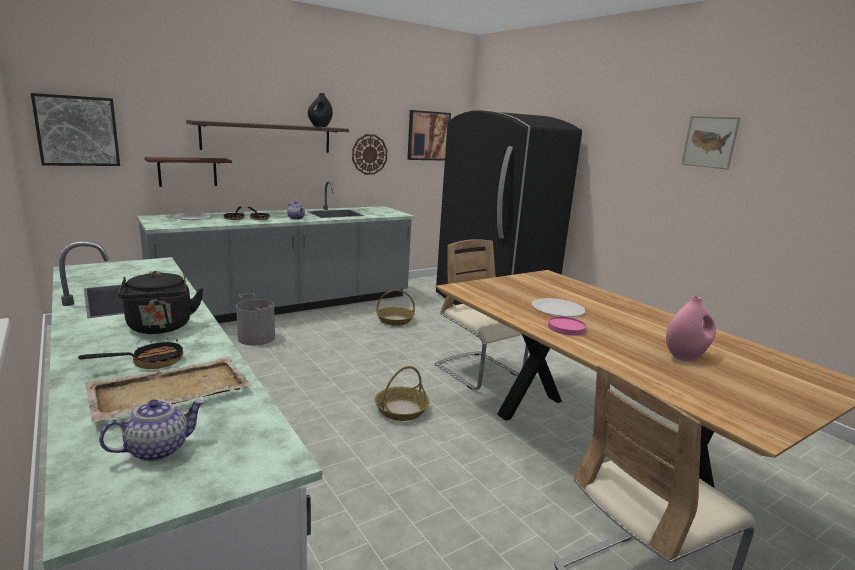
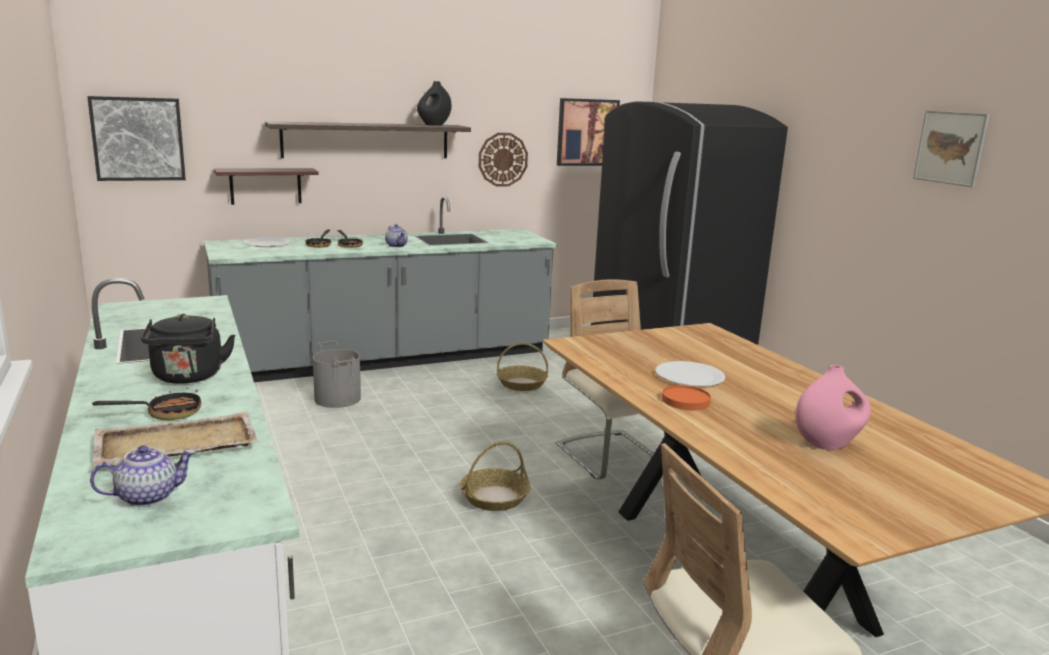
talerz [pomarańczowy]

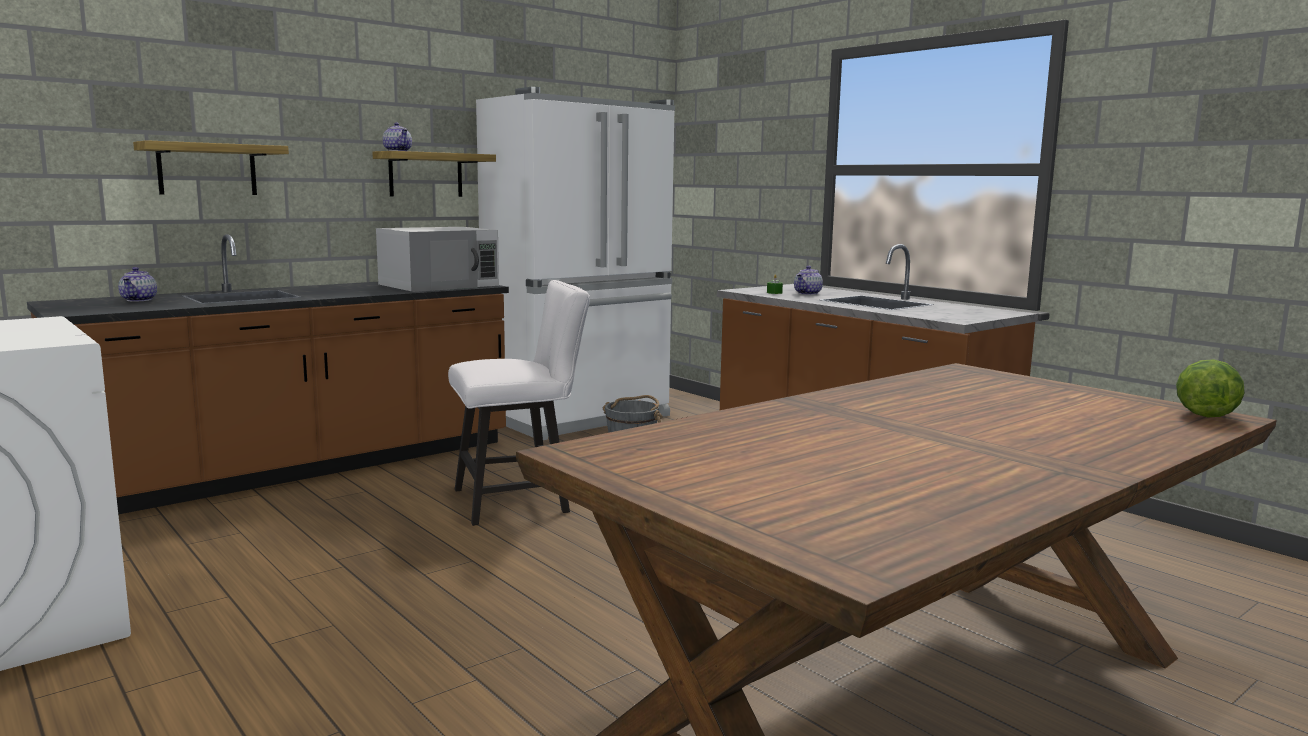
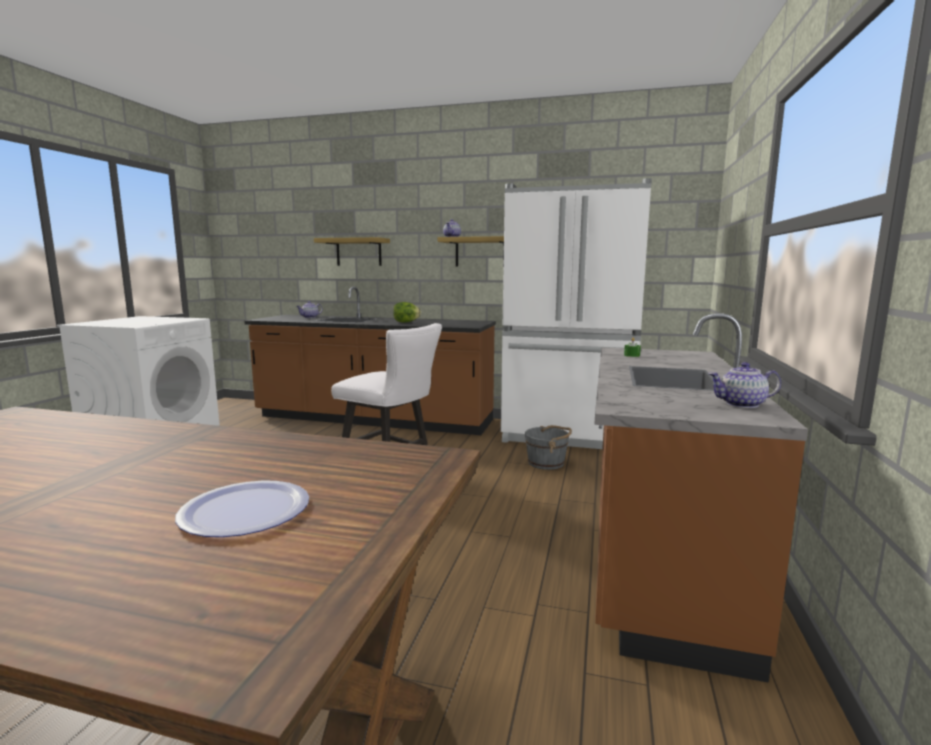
mikrofalówka [biały]; talerz; imbryk (3rd from left); sałata

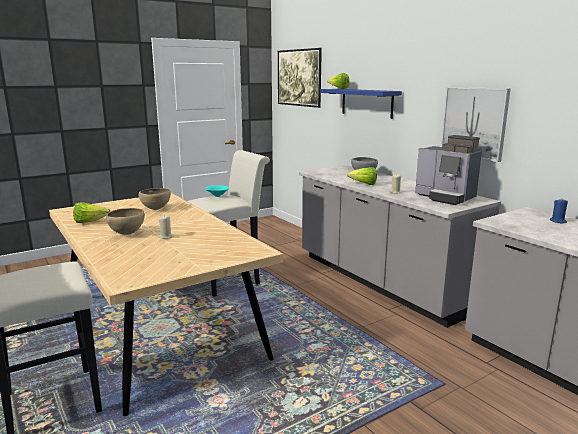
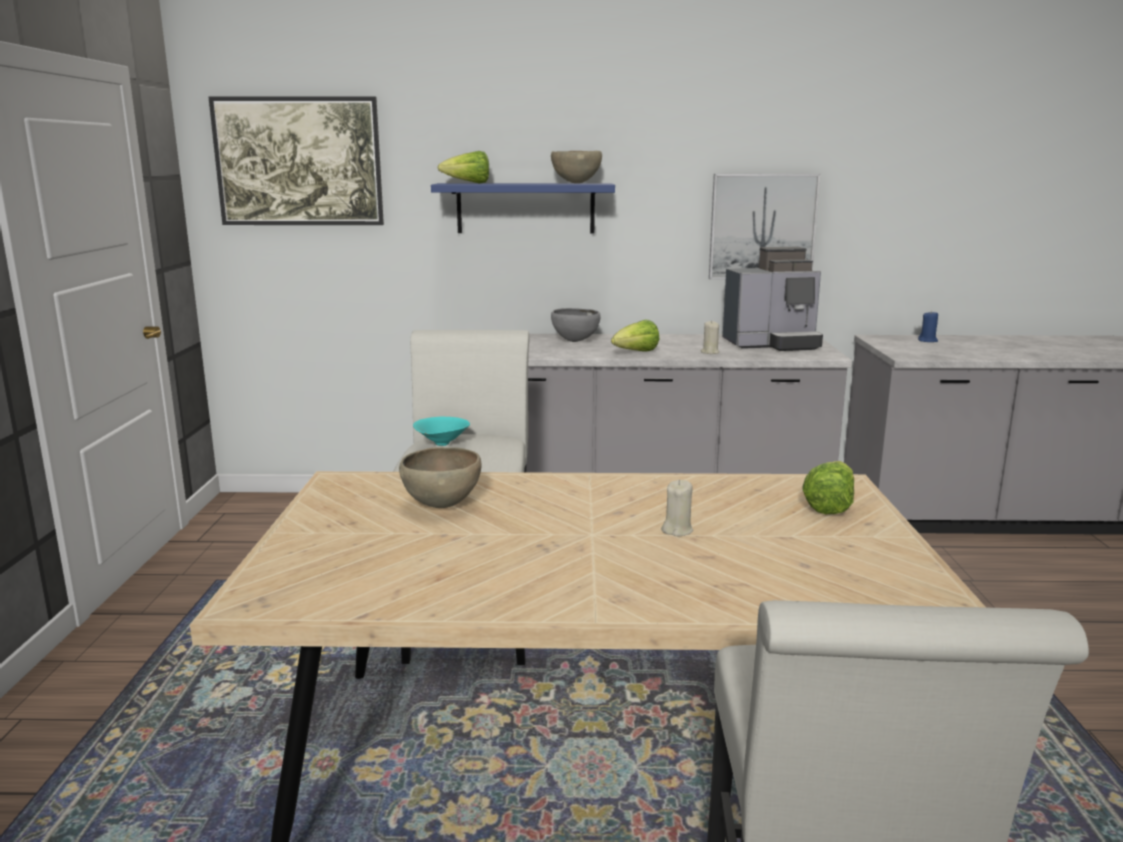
sałata (3rd from left); miska [brązowy] (2nd from left)

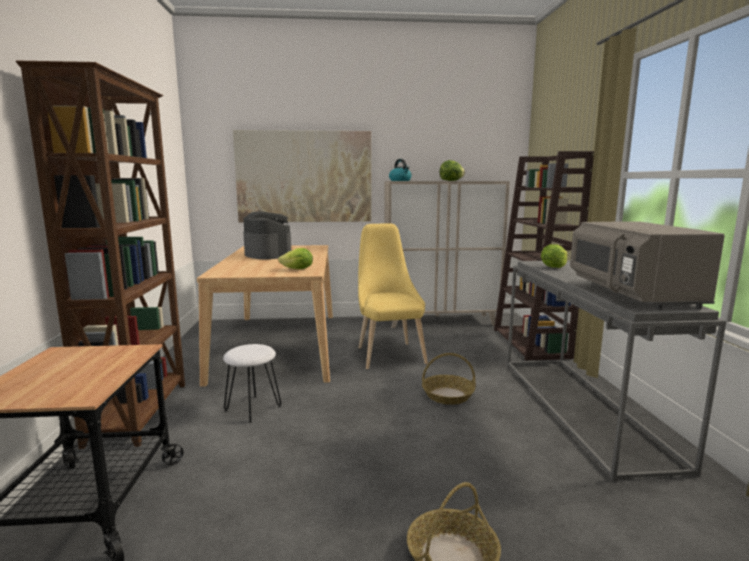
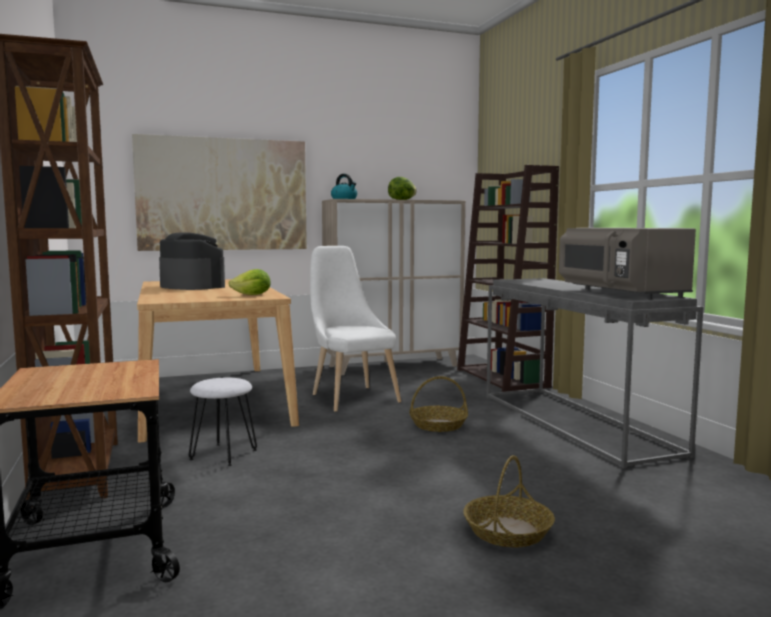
sałata (3rd from left in the first image); krzesło [biały]

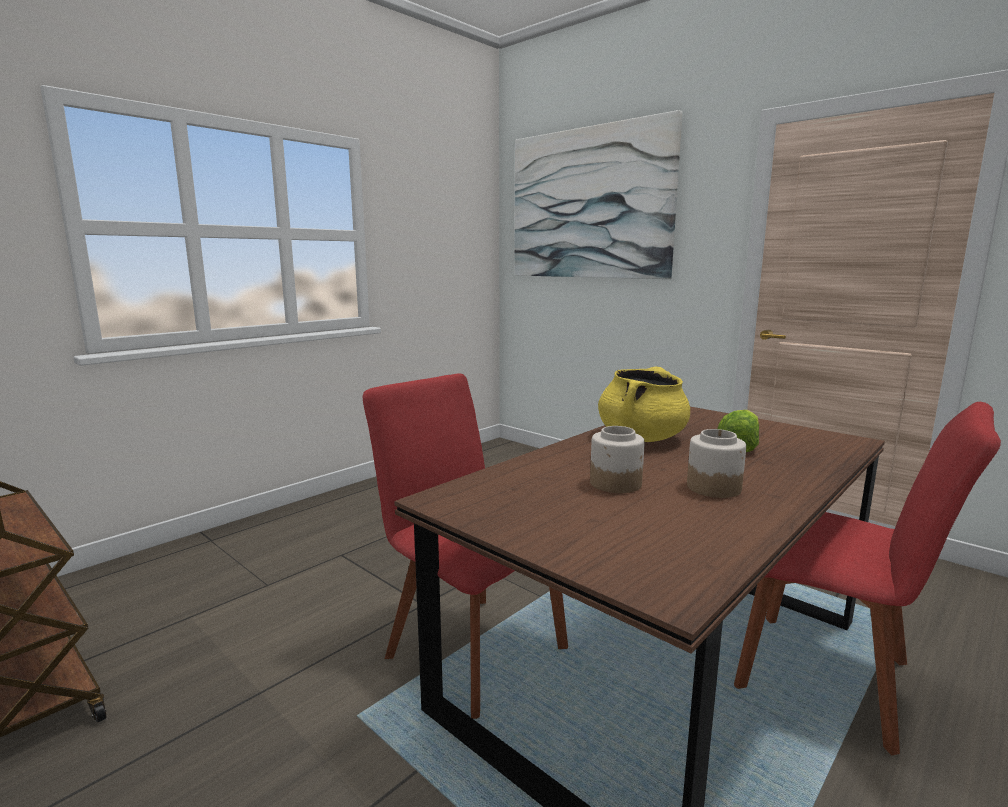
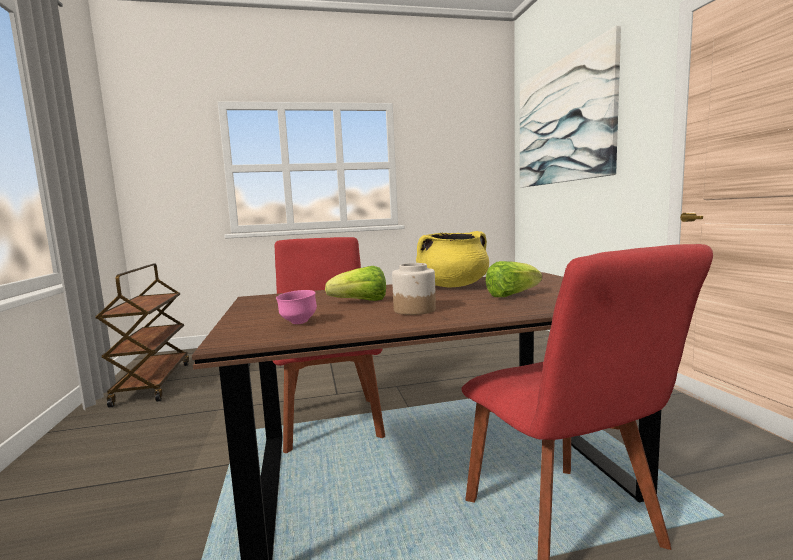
miska [różowy]; sałata (1st from left)

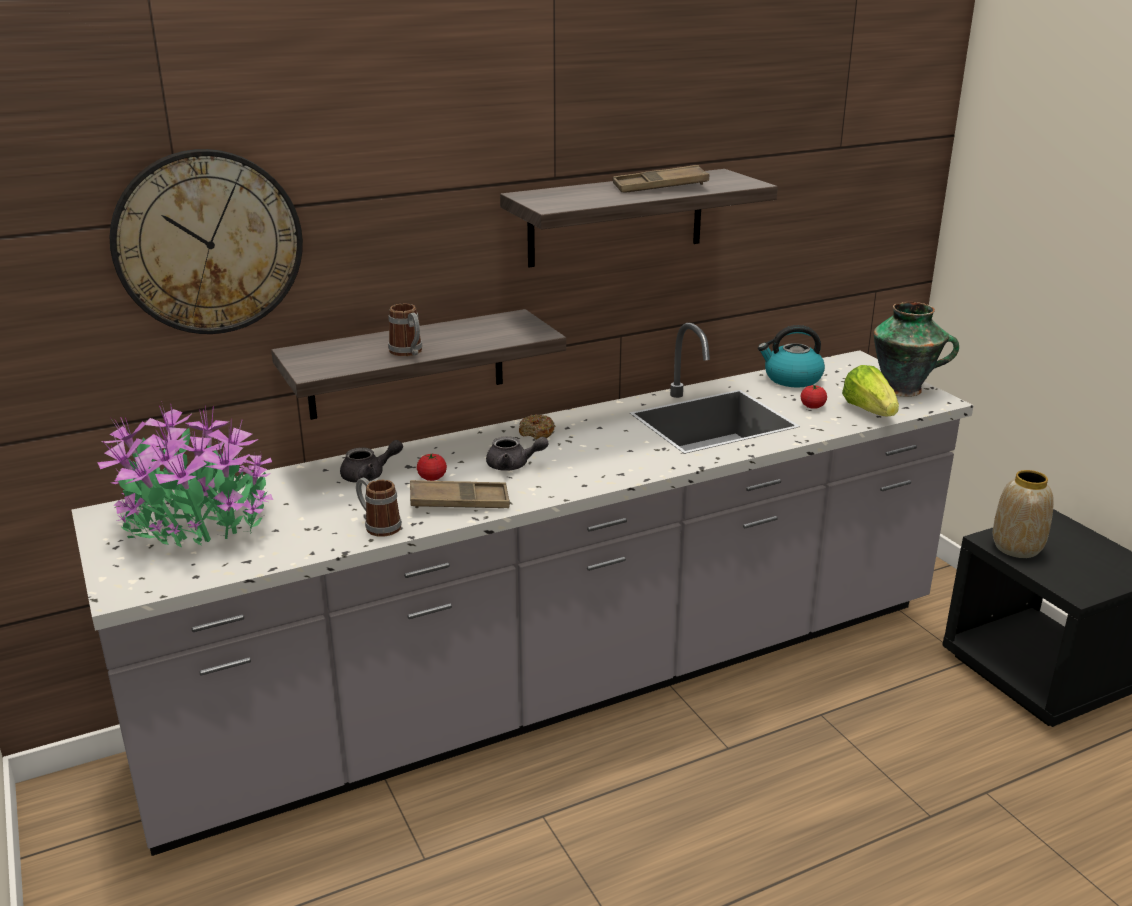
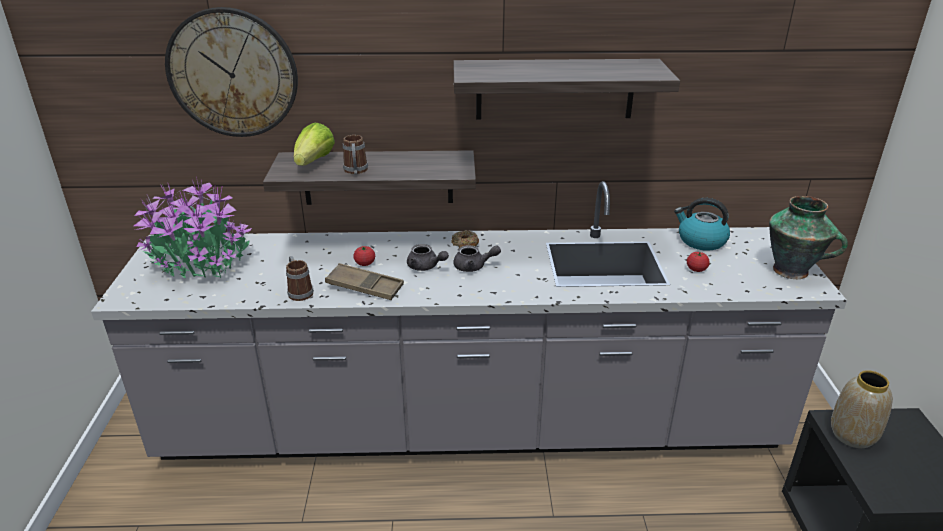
taca [brązowy] (2nd from left in the first image); imbryk [szary] (2nd from left); sałata

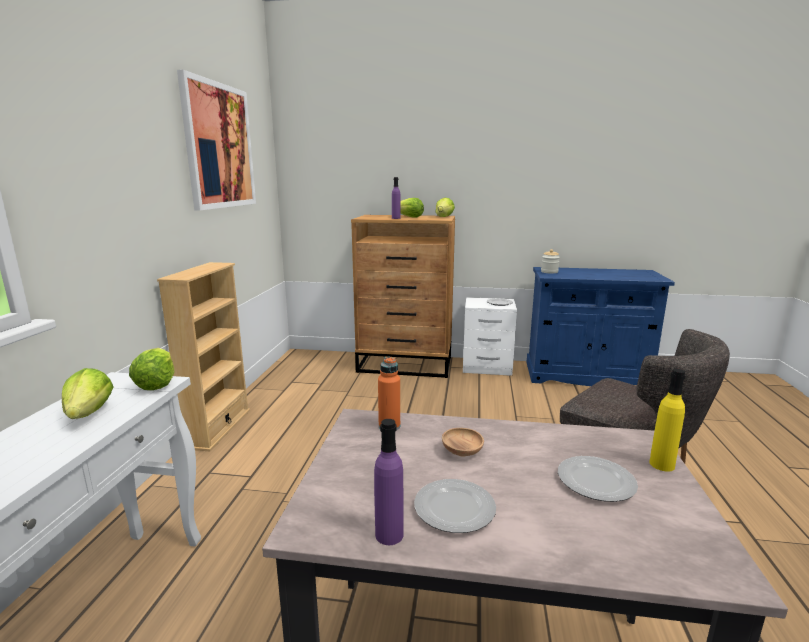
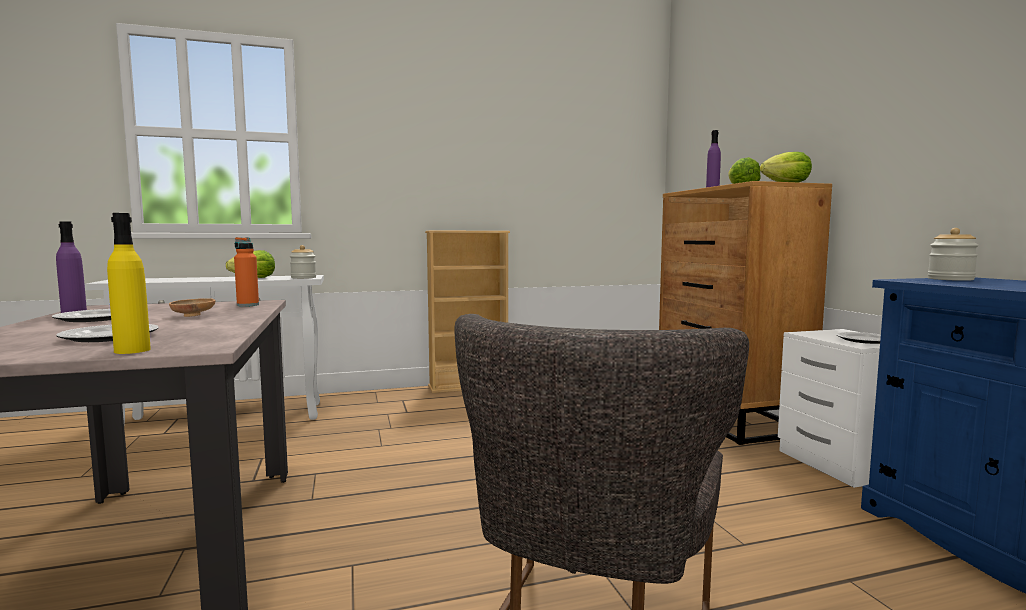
obraz; słoik (1st from left)

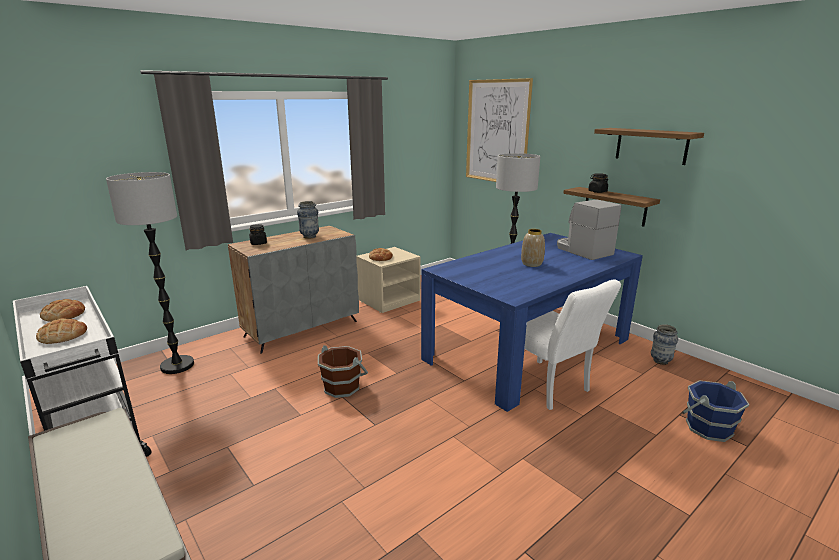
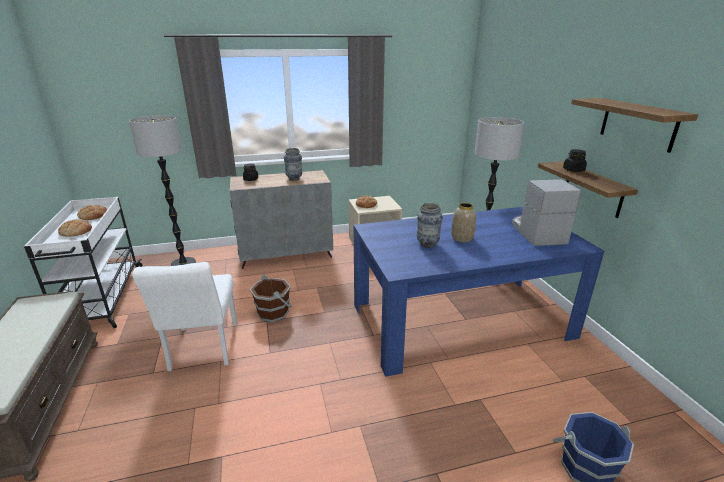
obraz; krzesło [biały]; wazon (2nd from left)

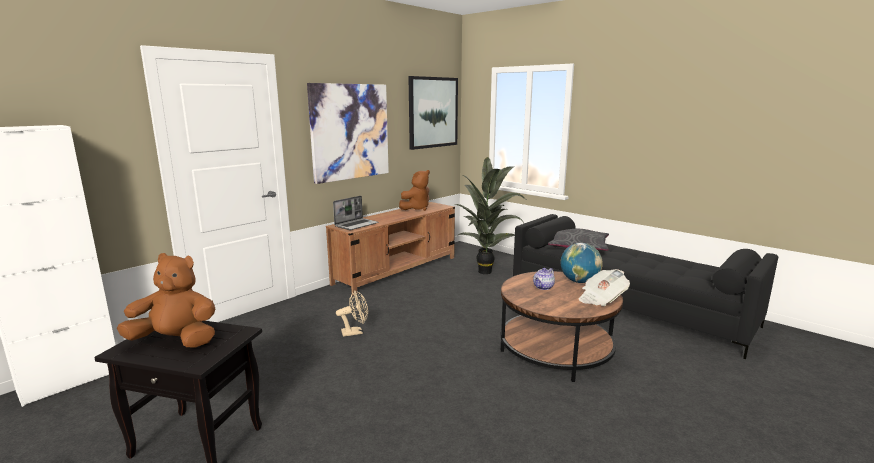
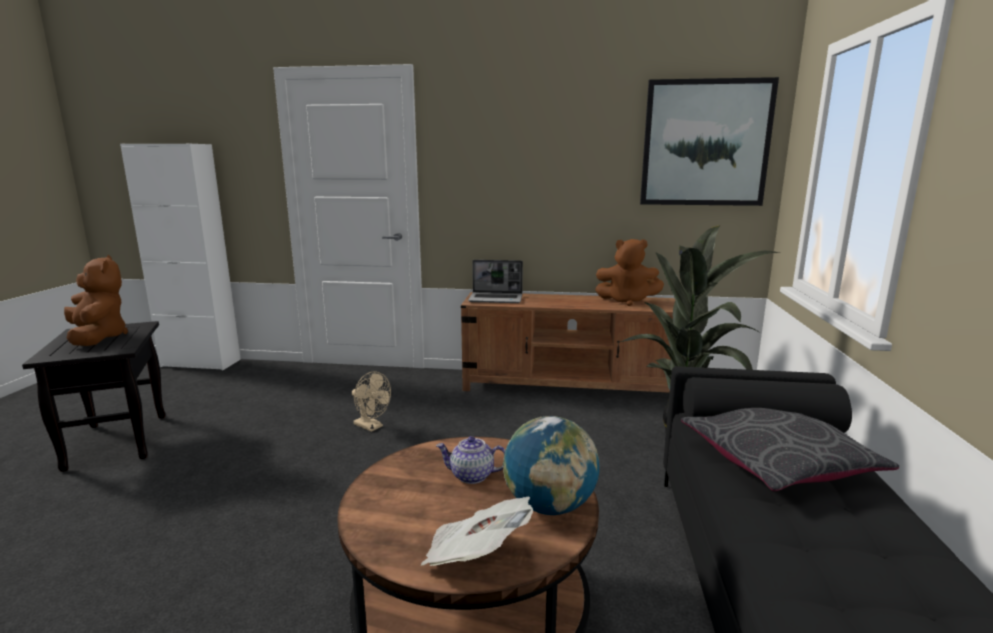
obraz (1st from left in the first image)

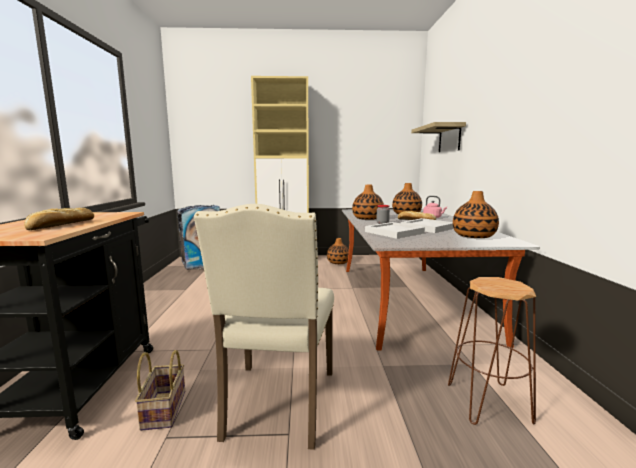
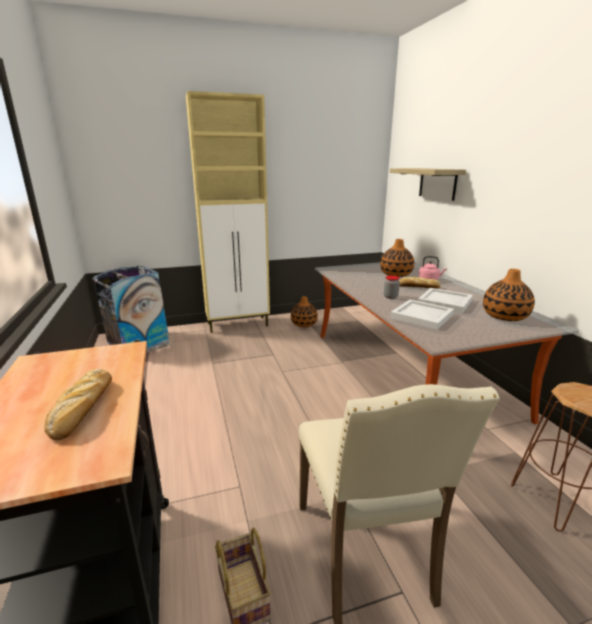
wazon (2nd from left in the first image)

